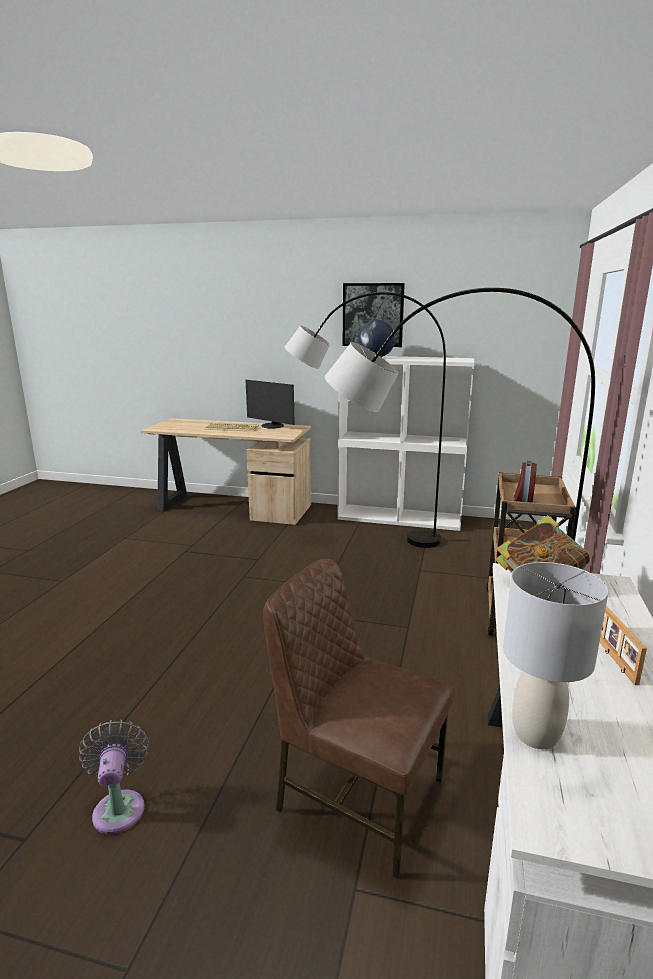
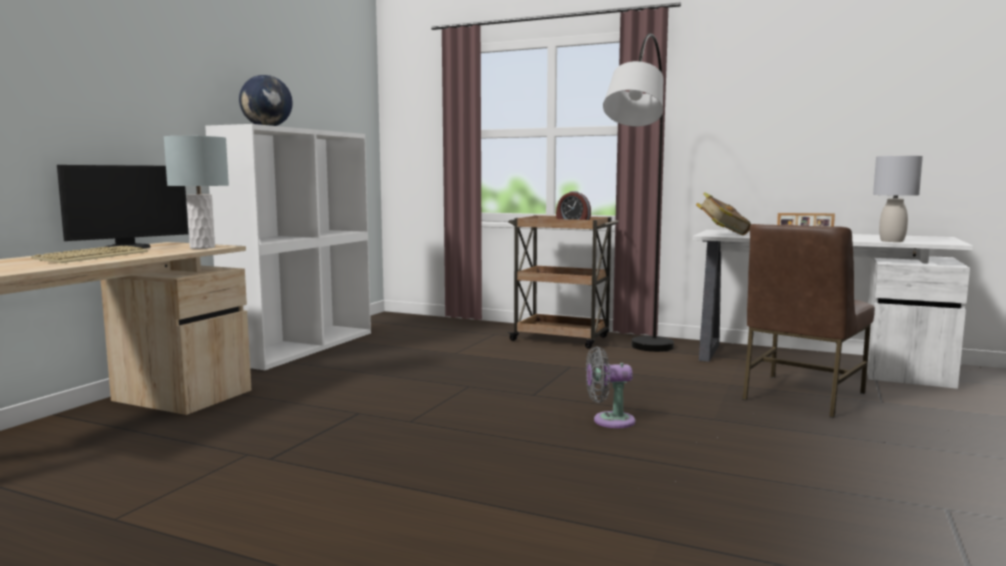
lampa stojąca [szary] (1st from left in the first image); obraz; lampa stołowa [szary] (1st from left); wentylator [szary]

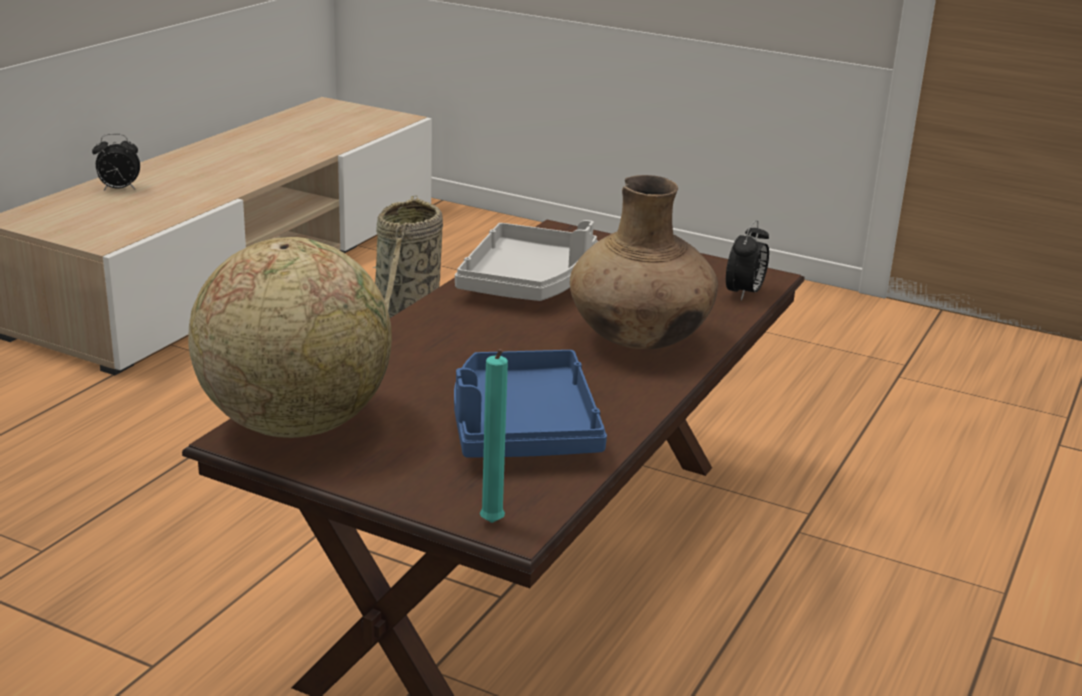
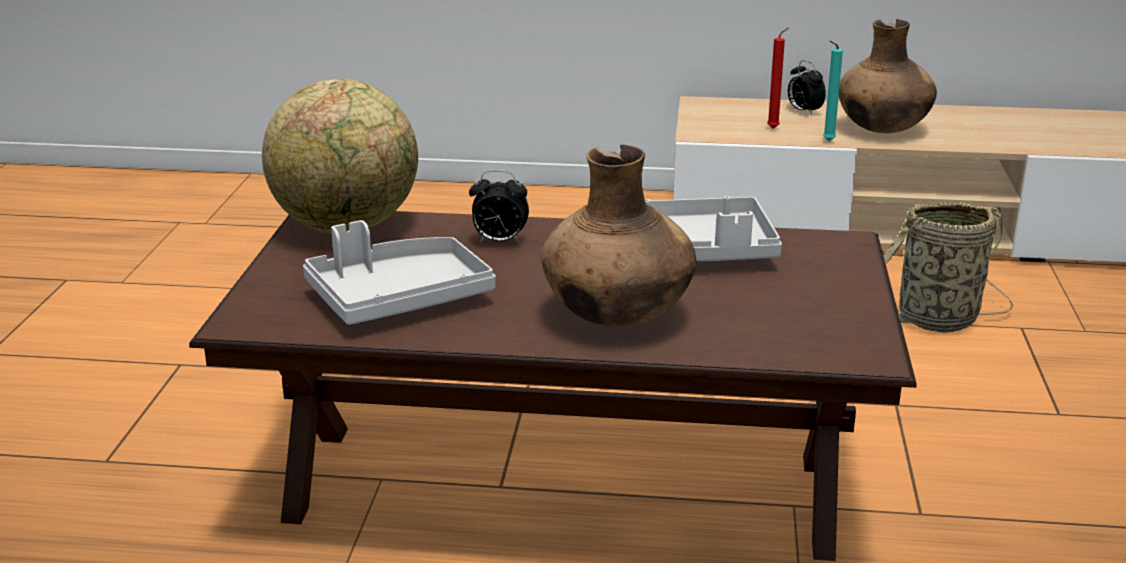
świeca [czerwony]; wazon [brązowy] (2nd from left); świeca [turkusowy]; budzik (1st from left); taca [szary] (1st from left)

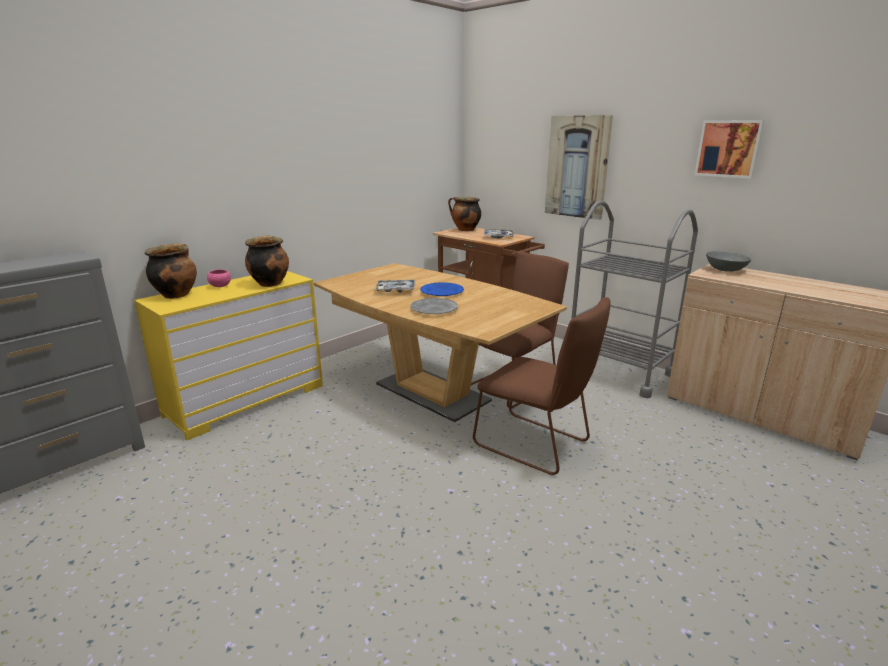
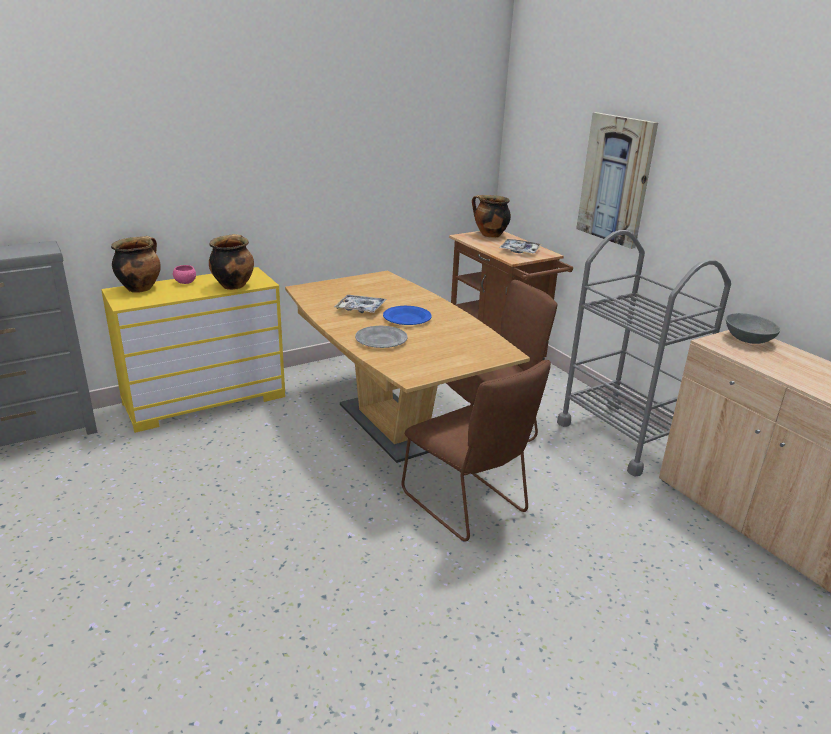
obraz (2nd from left in the first image)

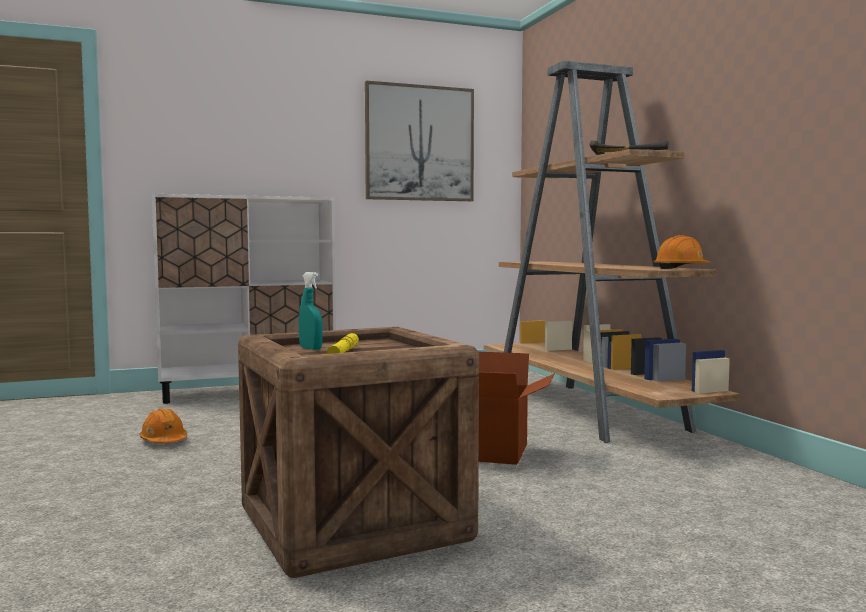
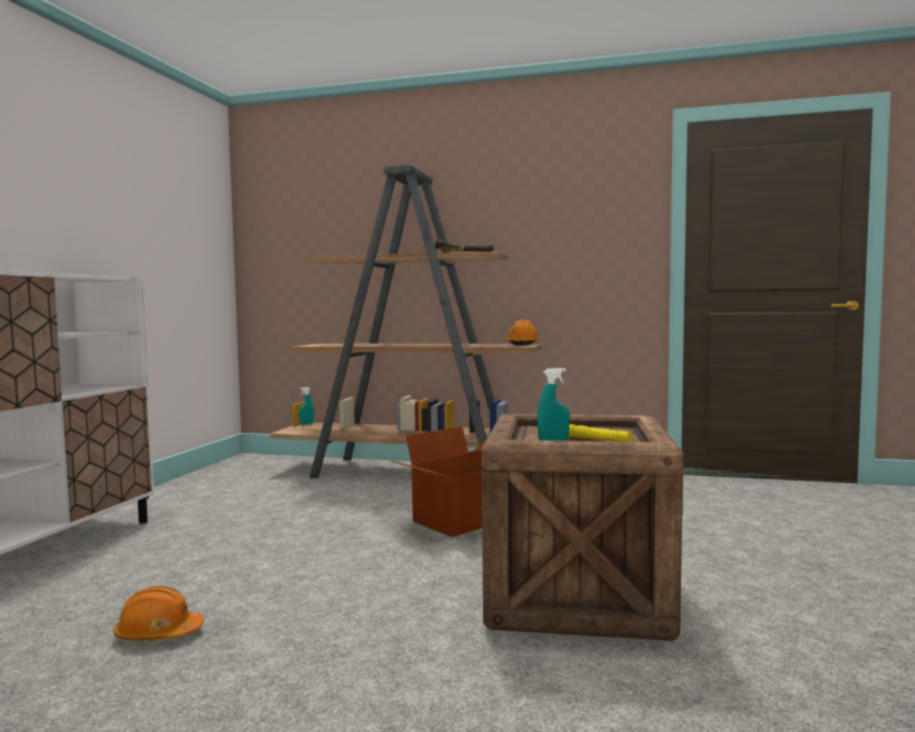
obraz; spryskiwacz [turkusowy] (1st from left)

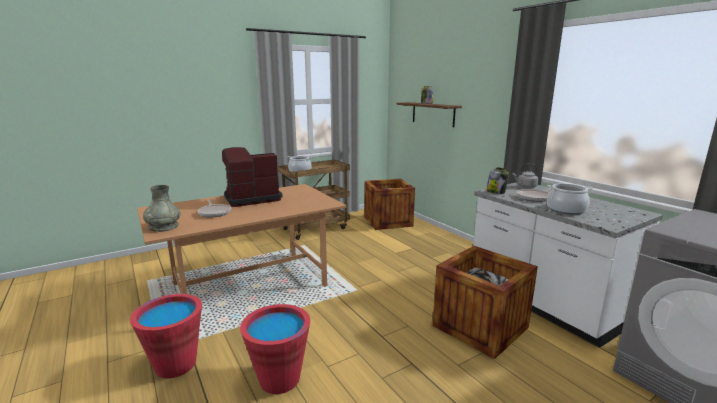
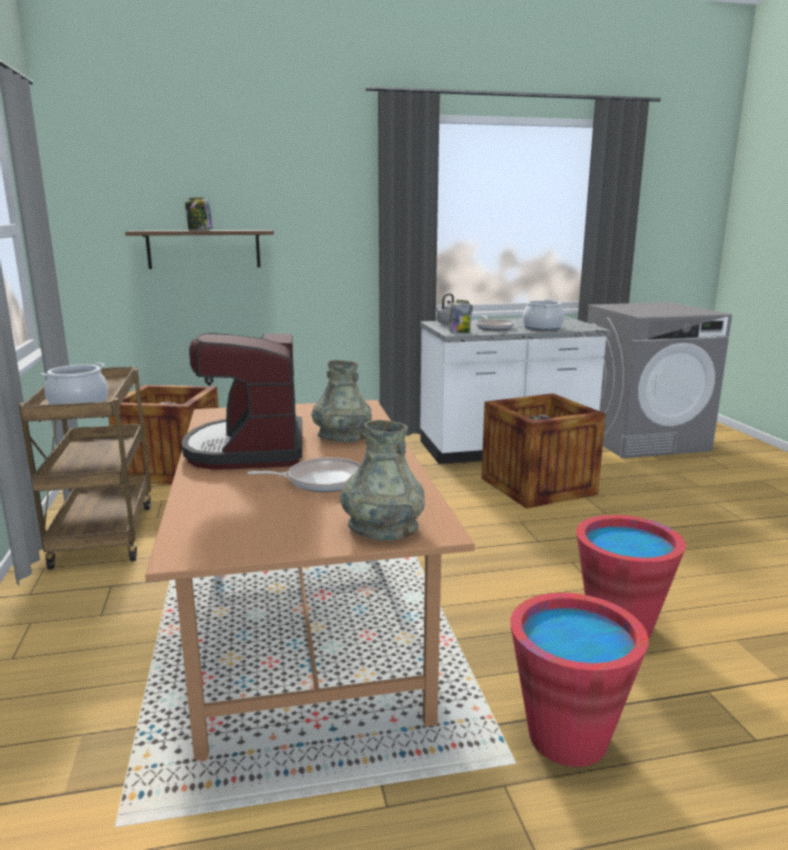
wazon [szary] (1st from left)

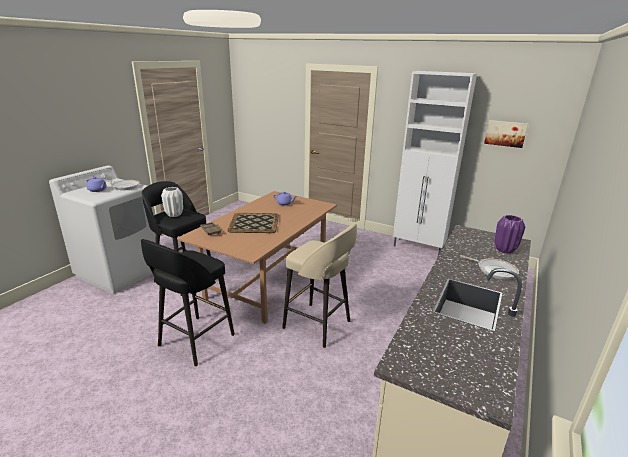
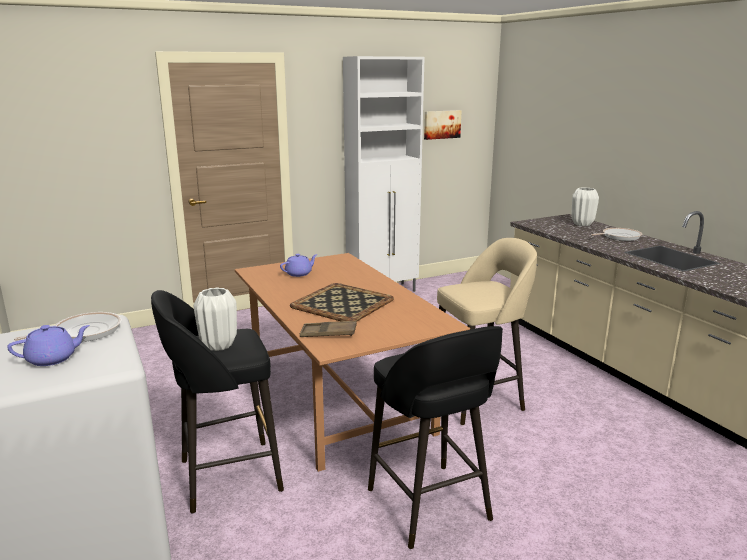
wazon [biały] (2nd from left)

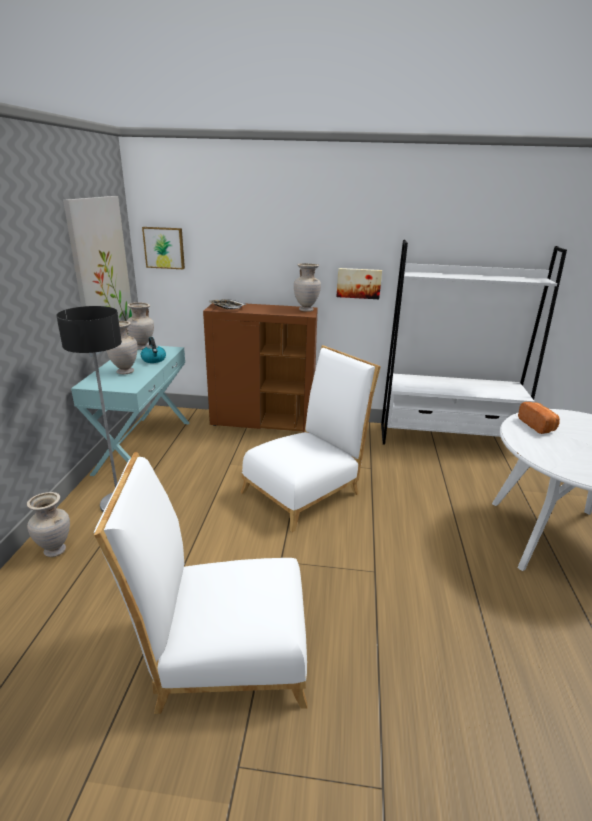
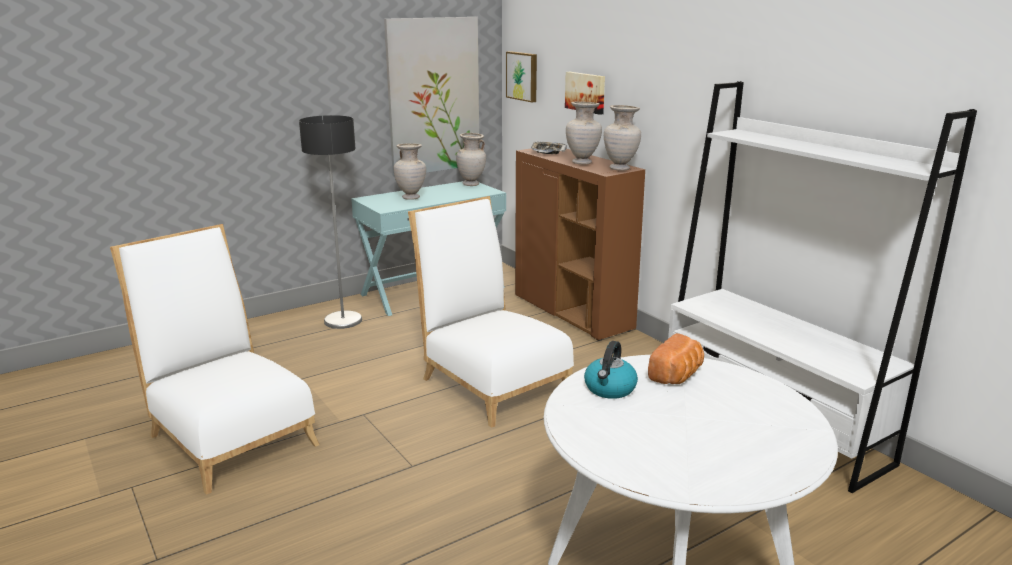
wazon [beżowy] (3rd from left); czajnik; obraz (3rd from left); krzesło [biały] (2nd from left)

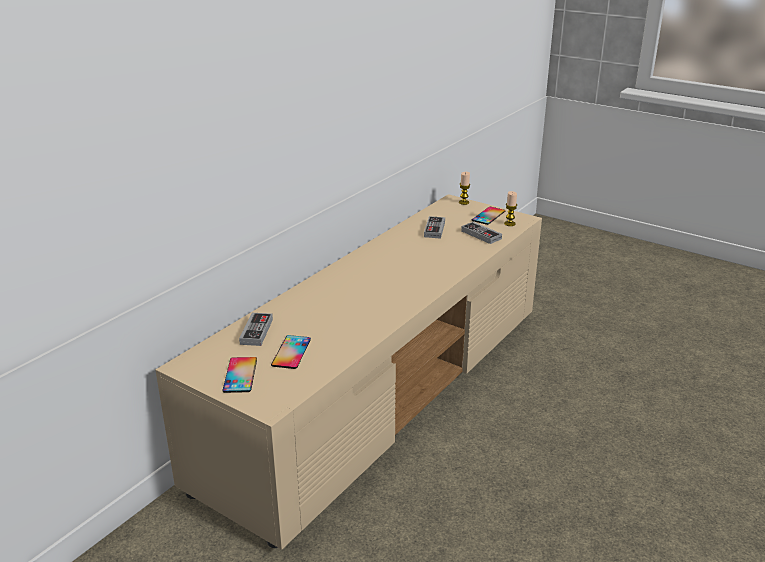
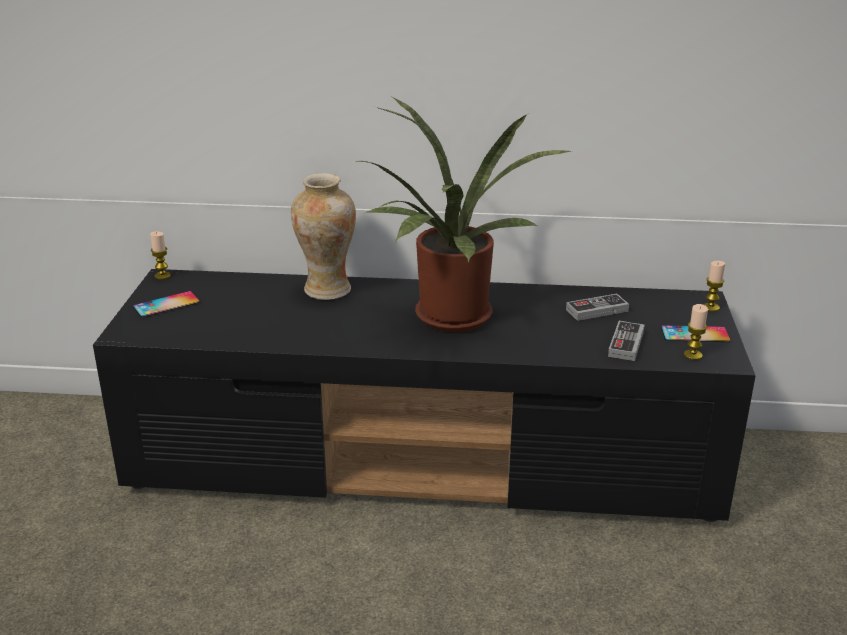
pad do gier (1st from left in the first image); telefon (2nd from left in the first image); świeca (1st from left); wazon; roślina doniczkowa; szafka pod telewizor [czarny]

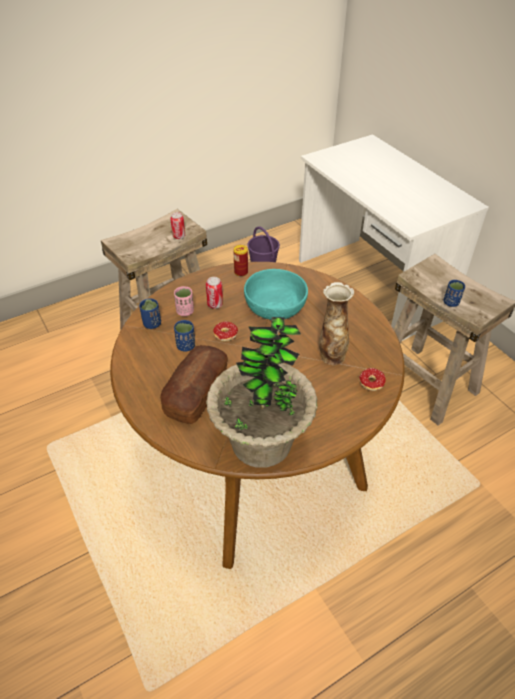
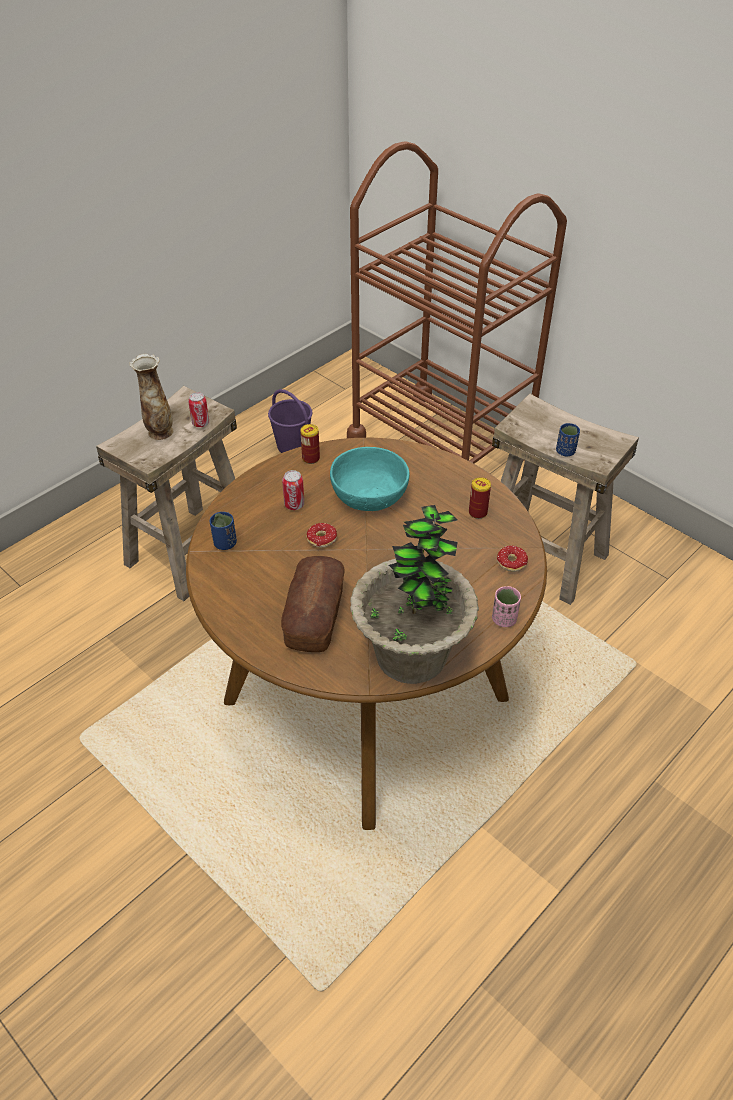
filiżanka [niebieski] (2nd from left in the first image); puszka (4th from left); filiżanka [różowy]; wazon; wózek [brązowy]

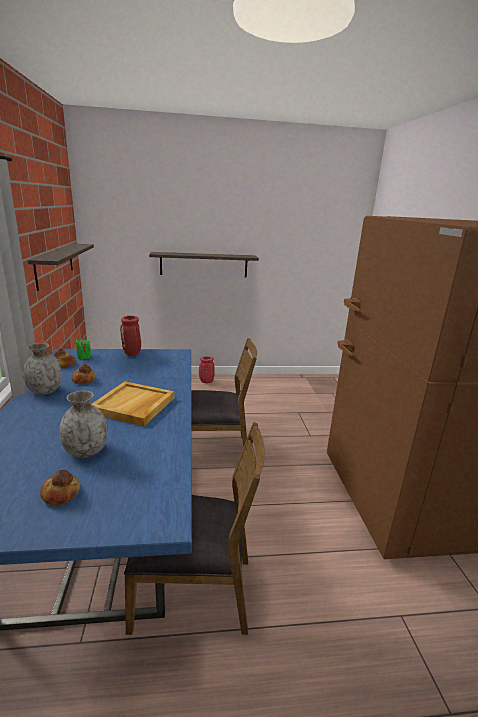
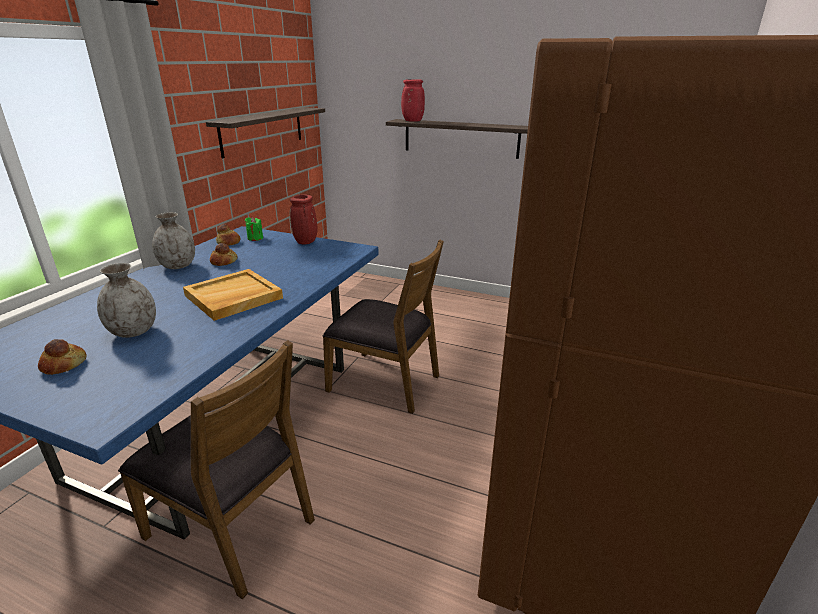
wazon [czerwony] (2nd from left)

